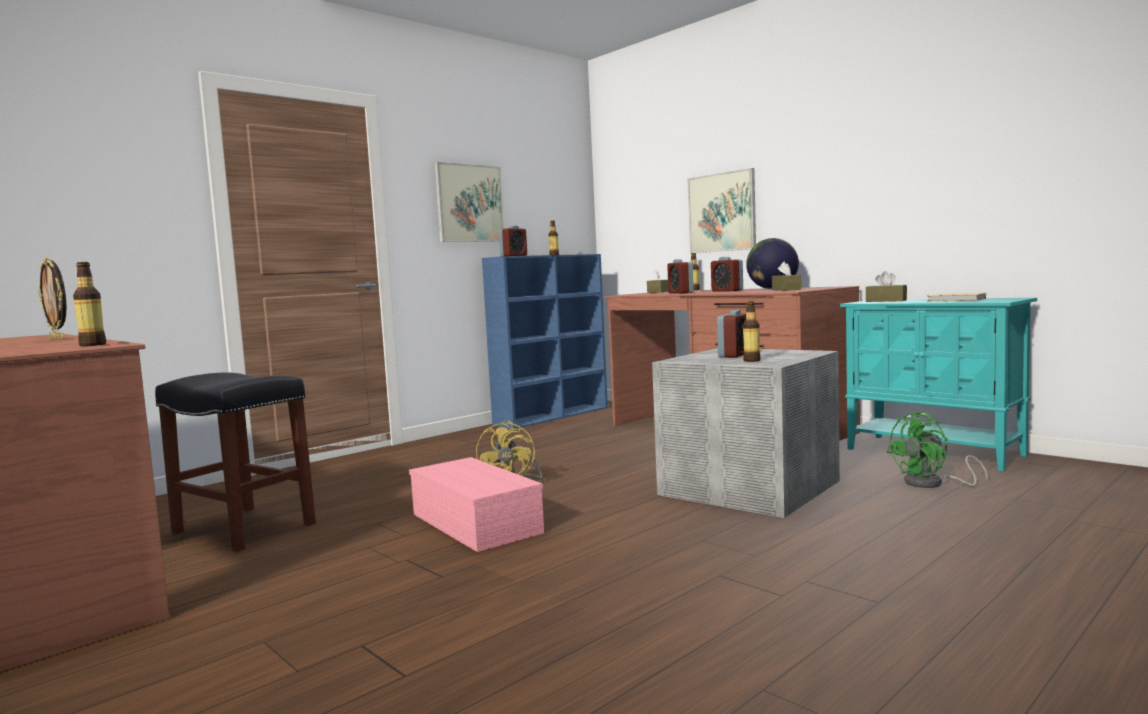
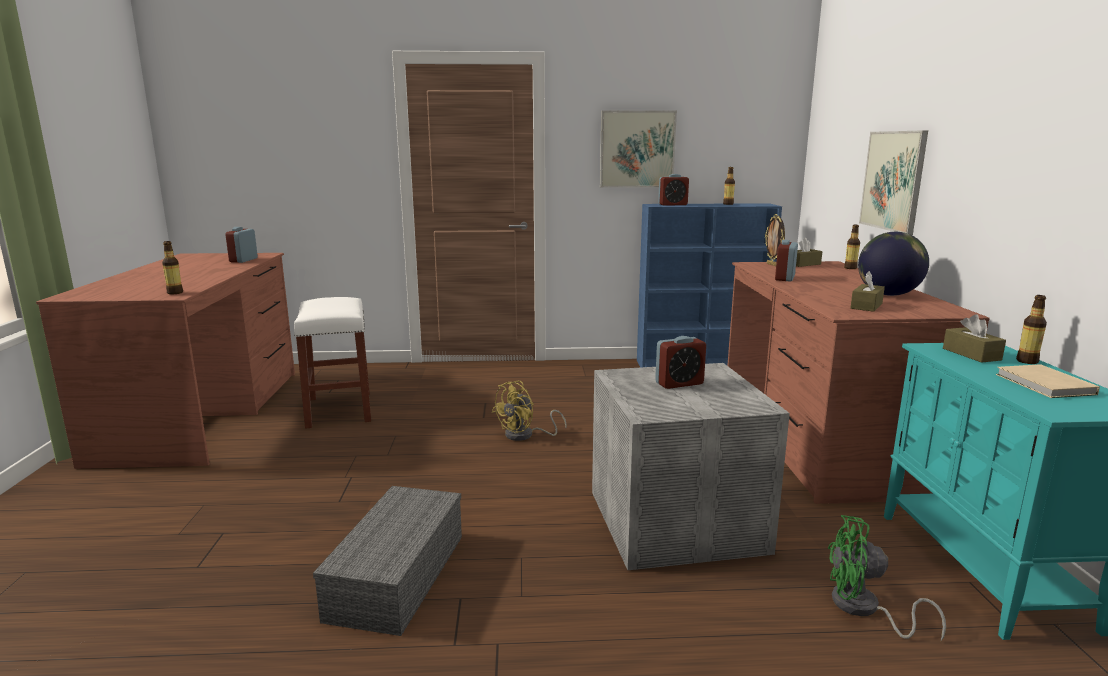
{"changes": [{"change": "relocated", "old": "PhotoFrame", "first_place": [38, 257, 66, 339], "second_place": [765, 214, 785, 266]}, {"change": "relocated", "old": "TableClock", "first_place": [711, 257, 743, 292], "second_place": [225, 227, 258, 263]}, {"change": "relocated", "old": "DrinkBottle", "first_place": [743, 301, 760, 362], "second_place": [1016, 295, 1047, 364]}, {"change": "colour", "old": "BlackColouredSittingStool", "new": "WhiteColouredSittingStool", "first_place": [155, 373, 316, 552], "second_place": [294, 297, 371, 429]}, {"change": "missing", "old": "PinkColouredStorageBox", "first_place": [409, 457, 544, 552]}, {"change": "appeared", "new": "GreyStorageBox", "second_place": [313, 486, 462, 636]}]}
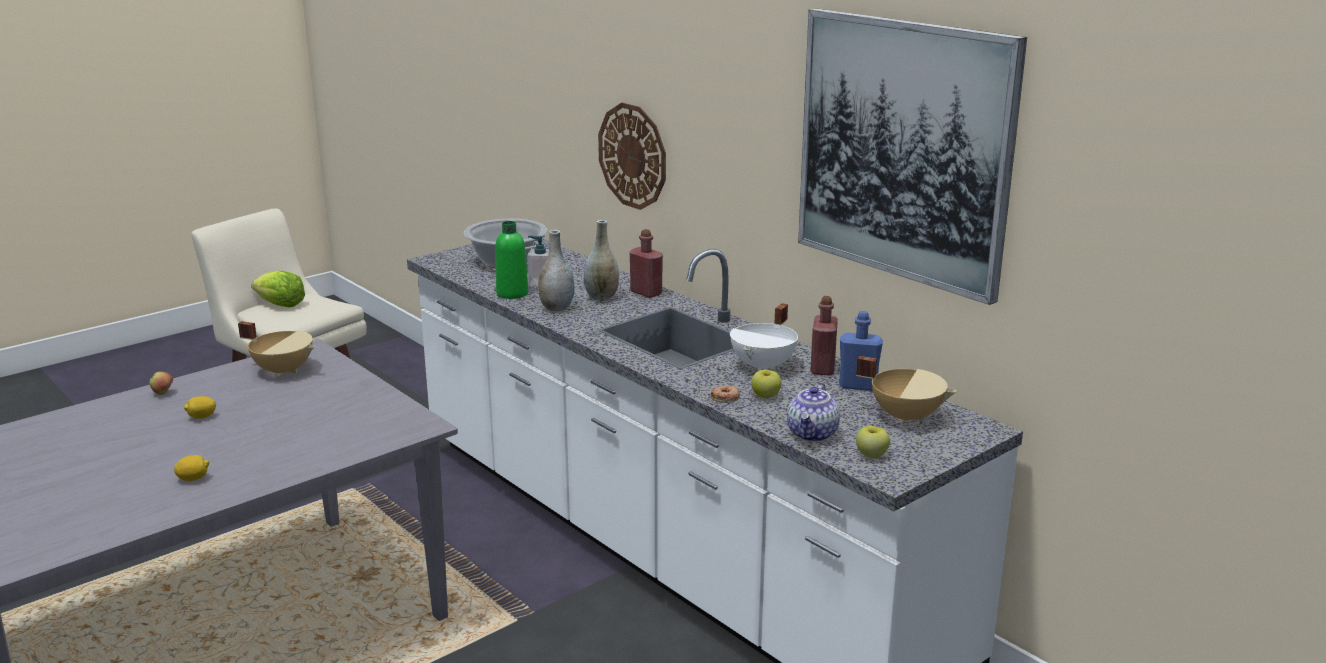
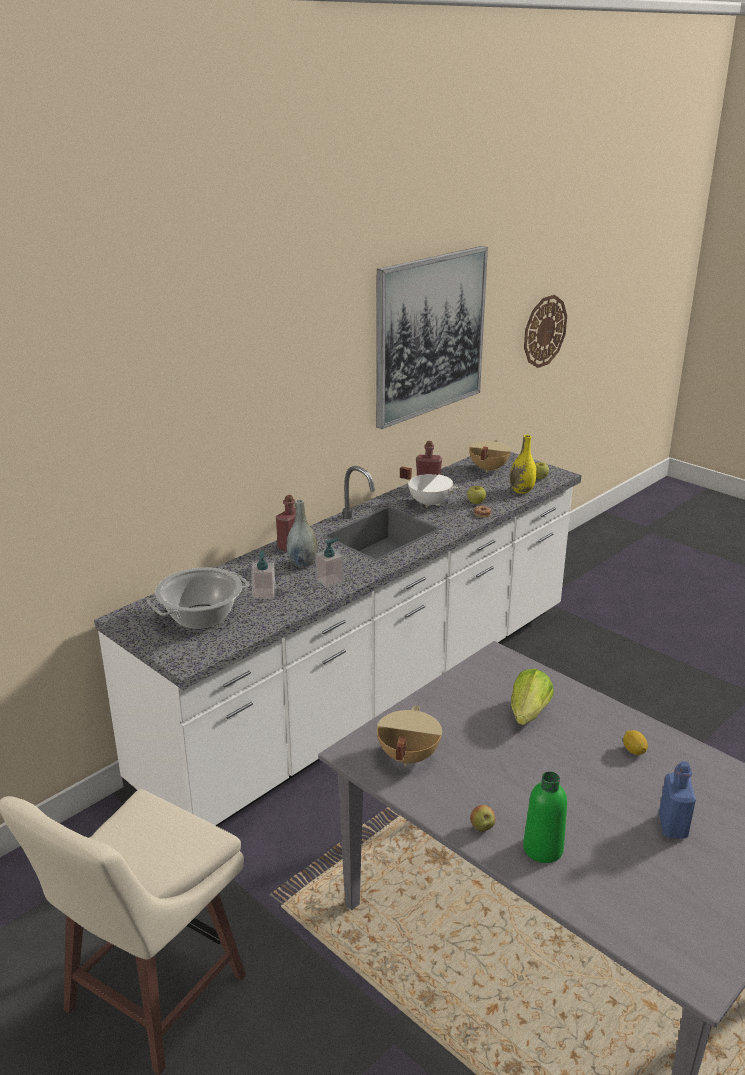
{"changes": [{"change": "relocated", "old": "WallClock", "first_place": [598, 103, 666, 210], "second_place": [524, 295, 567, 368]}, {"change": "relocated", "old": "GreenDrinkBottle", "first_place": [495, 221, 528, 299], "second_place": [523, 771, 567, 863]}, {"change": "exchanged", "old": "GreyVase", "new": "SoapBottle", "first_place": [538, 230, 575, 312], "second_place": [316, 538, 344, 588]}, {"change": "relocated", "old": "HeadOfLettuce", "first_place": [251, 270, 305, 307], "second_place": [511, 669, 554, 725]}, {"change": "relocated", "old": "BluishDrinkBottle", "first_place": [839, 311, 883, 391], "second_place": [659, 761, 696, 839]}, {"change": "exchanged", "old": "TeaPot", "new": "YellowishVase", "first_place": [787, 382, 840, 442], "second_place": [510, 435, 537, 494]}, {"change": "missing", "old": "Lemon", "first_place": [184, 396, 216, 419]}]}
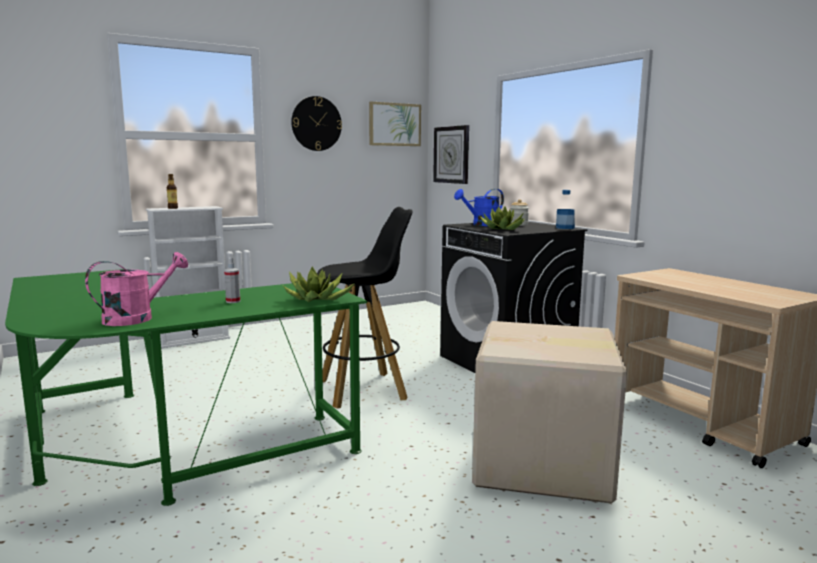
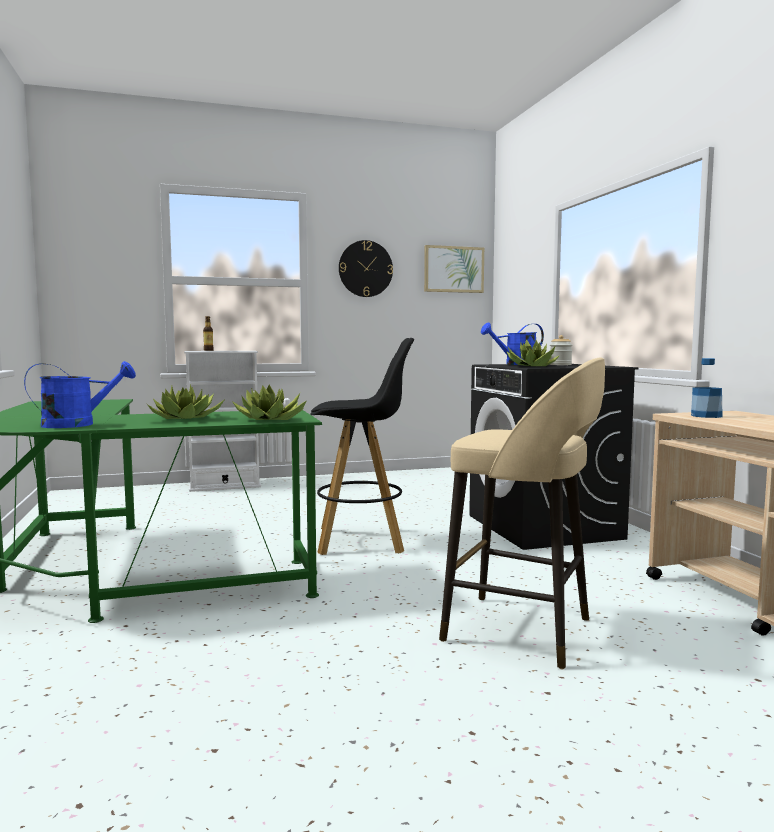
{"changes": [{"change": "missing", "old": "WallClock", "first_place": [433, 125, 469, 184]}, {"change": "relocated", "old": "DrinkBottle", "first_place": [556, 190, 575, 229], "second_place": [691, 358, 723, 418]}, {"change": "colour", "old": "PinkColouredSprinklingCan", "new": "BluishSprinklingCan", "first_place": [85, 252, 188, 326], "second_place": [24, 361, 136, 428]}, {"change": "exchanged", "old": "Sprayer", "new": "PlantInAPot", "first_place": [224, 258, 240, 303], "second_place": [147, 384, 225, 419]}, {"change": "exchanged", "old": "PackingBox", "new": "BeigeSittingStool", "first_place": [472, 321, 627, 503], "second_place": [439, 358, 605, 669]}]}
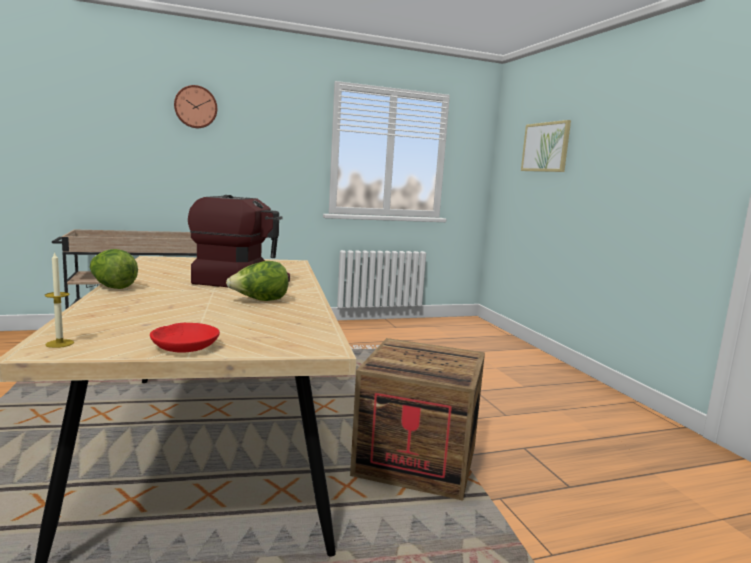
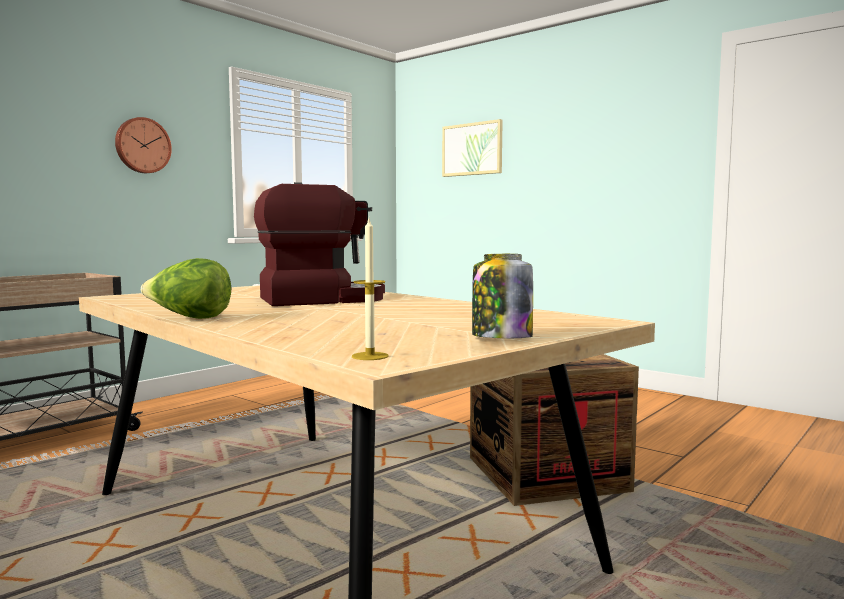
{"changes": [{"change": "relocated", "old": "WallClock", "first_place": [174, 85, 217, 128], "second_place": [115, 117, 172, 173]}, {"change": "missing", "old": "HeadOfLettuce", "first_place": [226, 261, 289, 301]}, {"change": "exchanged", "old": "ReddishBowl", "new": "StorageJar", "first_place": [150, 323, 220, 353], "second_place": [472, 254, 533, 338]}]}
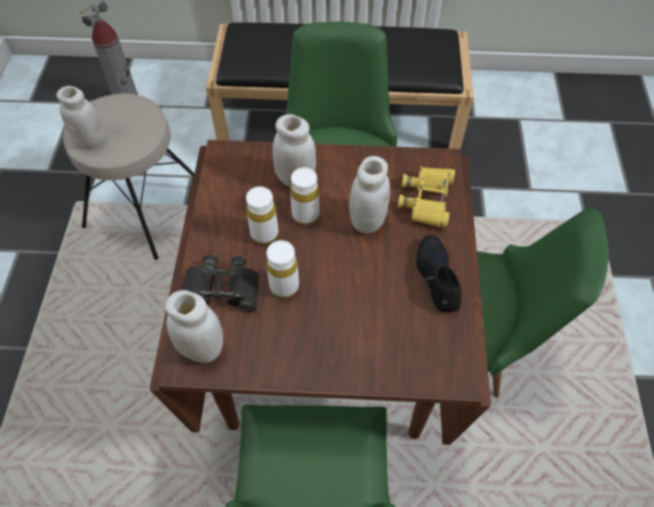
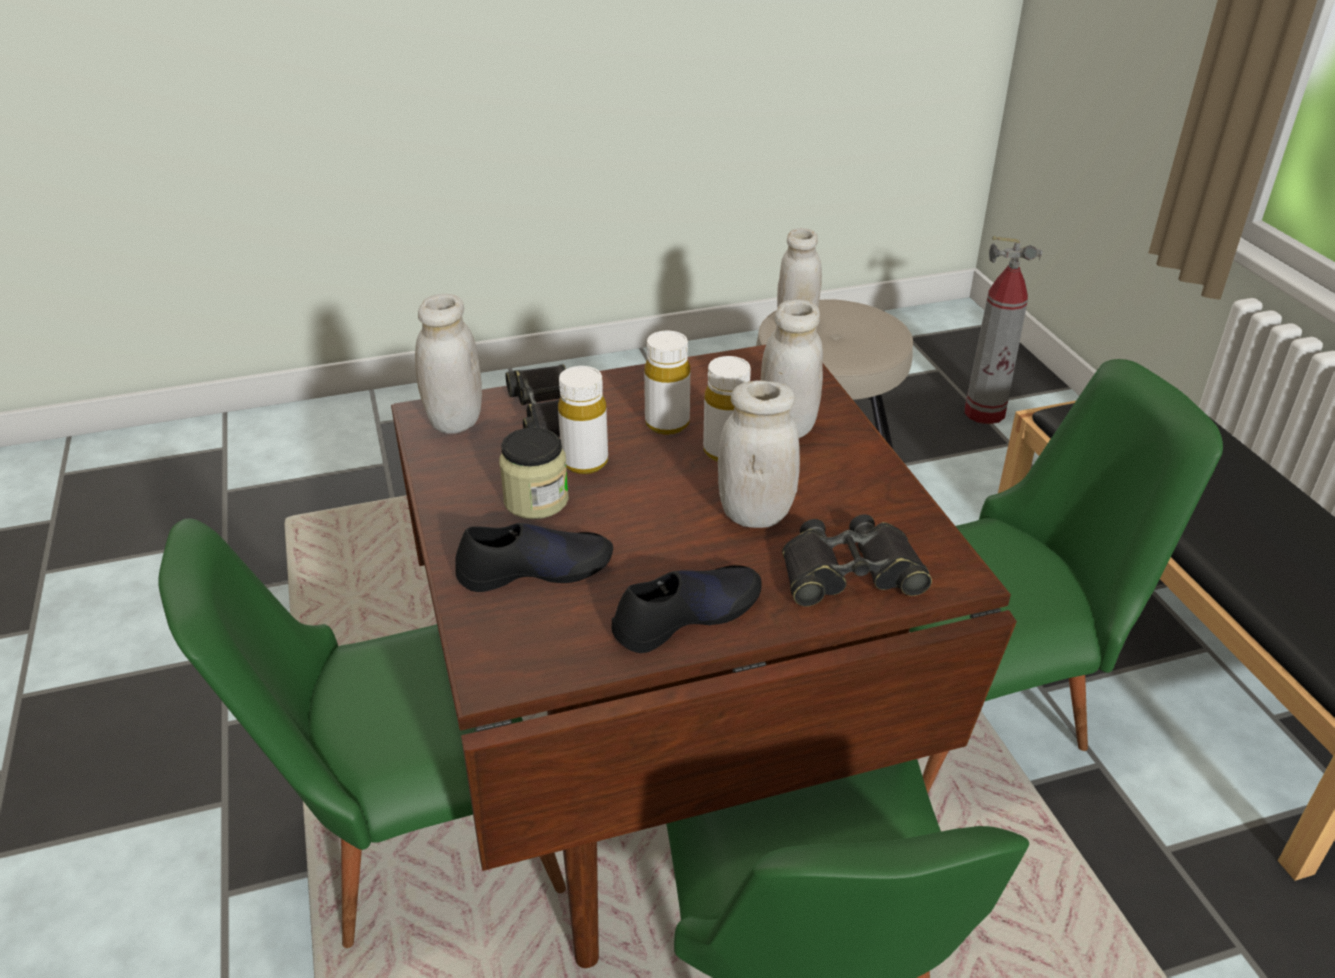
{"changes": [{"change": "colour", "old": "YellowishPairOfBinoculars", "new": "BlackColouredPairOfBinoculars", "first_place": [398, 167, 455, 229], "second_place": [782, 515, 932, 606]}, {"change": "appeared", "new": "StorageJar", "second_place": [499, 428, 569, 519]}, {"change": "appeared", "new": "BlackColouredLowShoe", "second_place": [456, 523, 613, 592]}]}
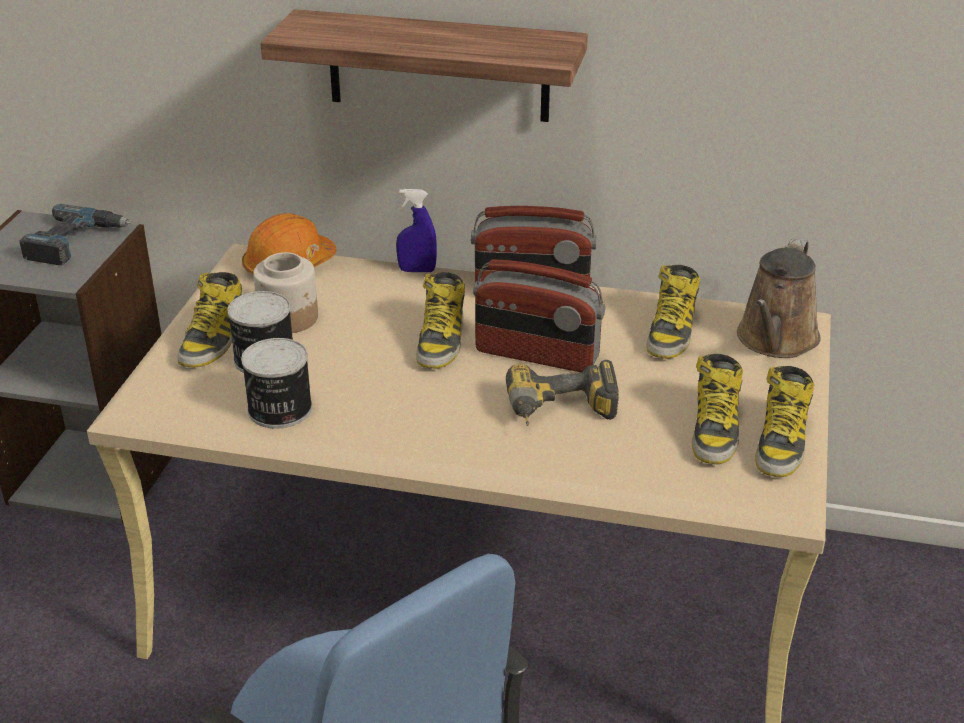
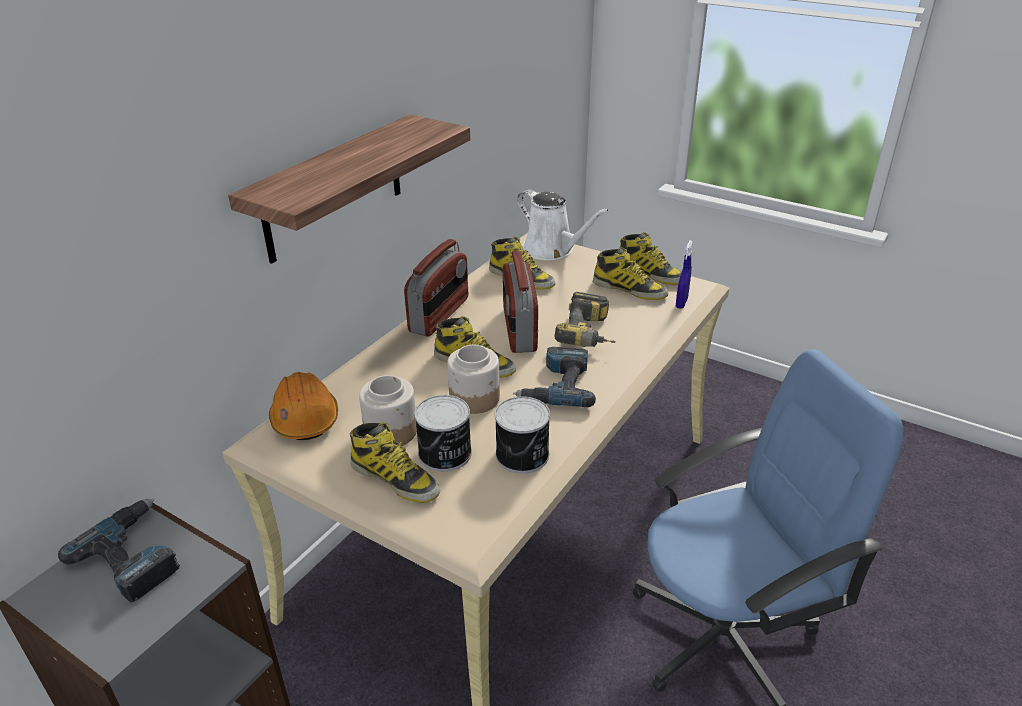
{"changes": [{"change": "relocated", "old": "BluishSprayer", "first_place": [396, 189, 437, 272], "second_place": [676, 240, 693, 309]}, {"change": "colour", "old": "BrownSprinklingCan", "new": "WhiteColouredSprinklingCan", "first_place": [737, 238, 820, 358], "second_place": [517, 189, 609, 260]}, {"change": "spun", "old": "RadioReceiver", "first_place": [473, 259, 605, 372], "second_place": [503, 251, 538, 353], "degrees": 135}, {"change": "appeared", "new": "StorageJar", "second_place": [447, 345, 500, 414]}, {"change": "appeared", "new": "ElectricDrill", "second_place": [513, 347, 596, 407]}]}
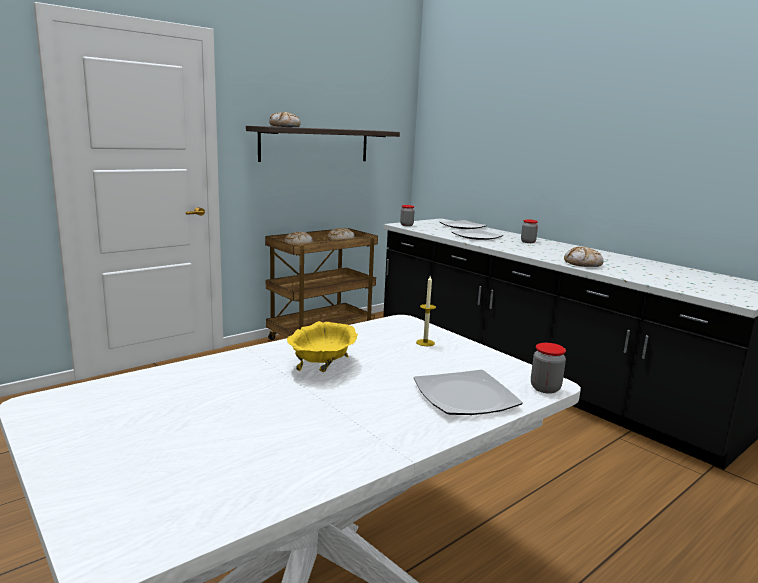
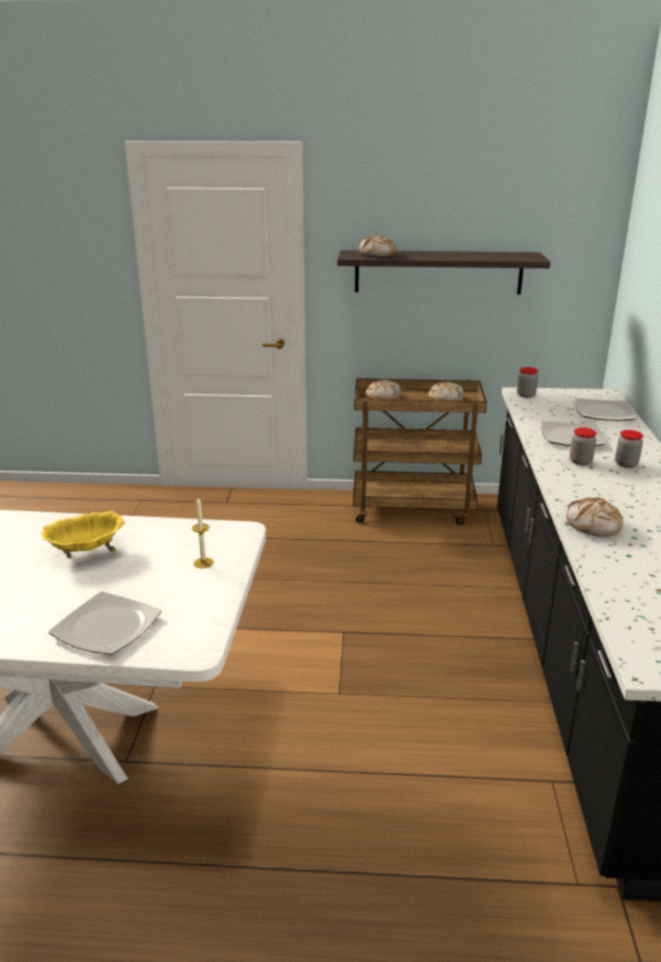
{"changes": [{"change": "relocated", "old": "StorageJar", "first_place": [531, 343, 566, 394], "second_place": [570, 428, 597, 465]}]}
